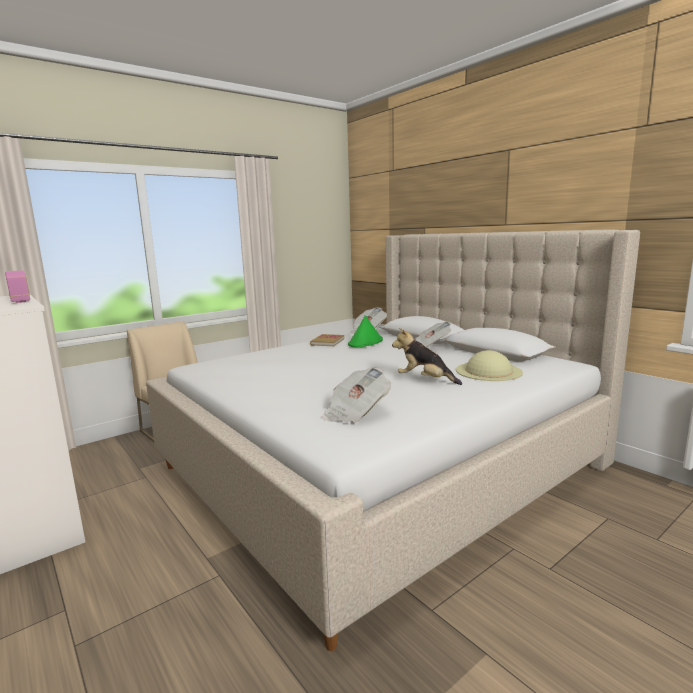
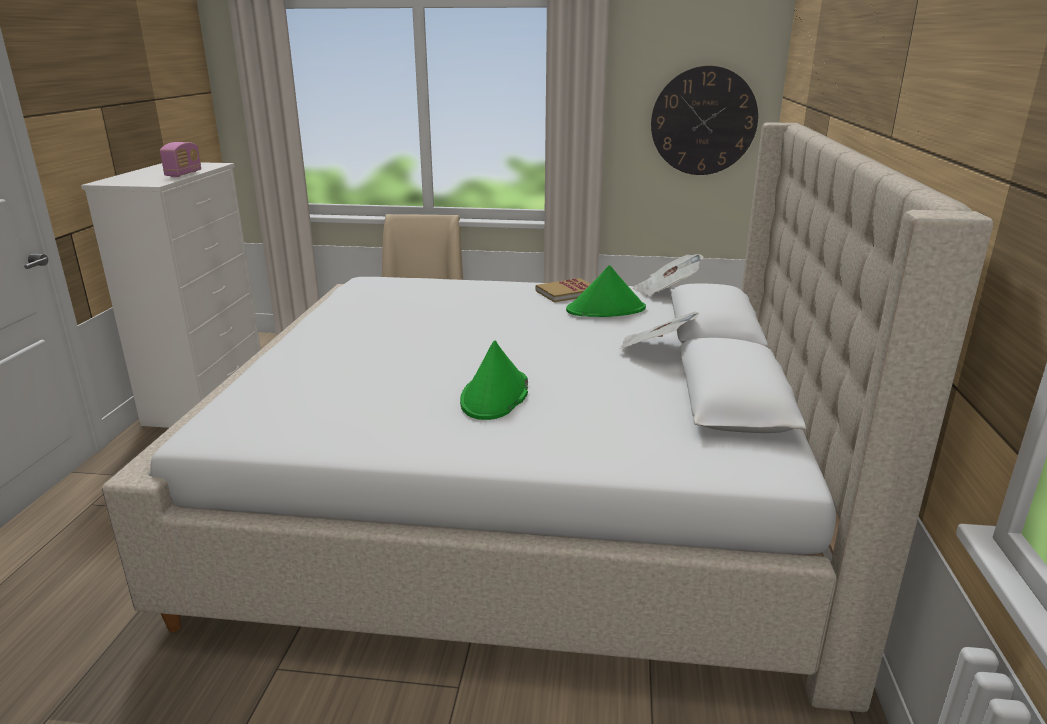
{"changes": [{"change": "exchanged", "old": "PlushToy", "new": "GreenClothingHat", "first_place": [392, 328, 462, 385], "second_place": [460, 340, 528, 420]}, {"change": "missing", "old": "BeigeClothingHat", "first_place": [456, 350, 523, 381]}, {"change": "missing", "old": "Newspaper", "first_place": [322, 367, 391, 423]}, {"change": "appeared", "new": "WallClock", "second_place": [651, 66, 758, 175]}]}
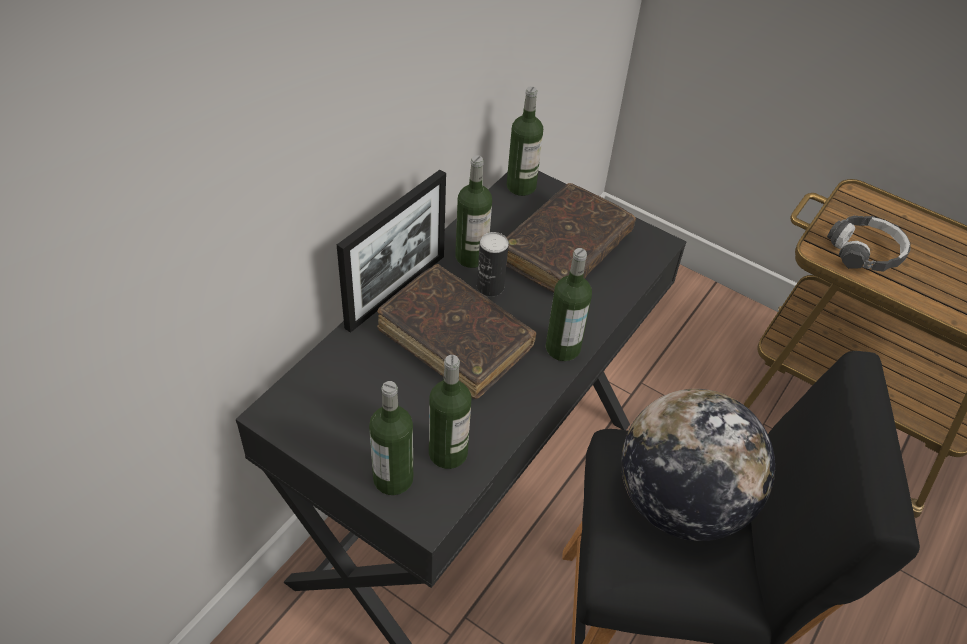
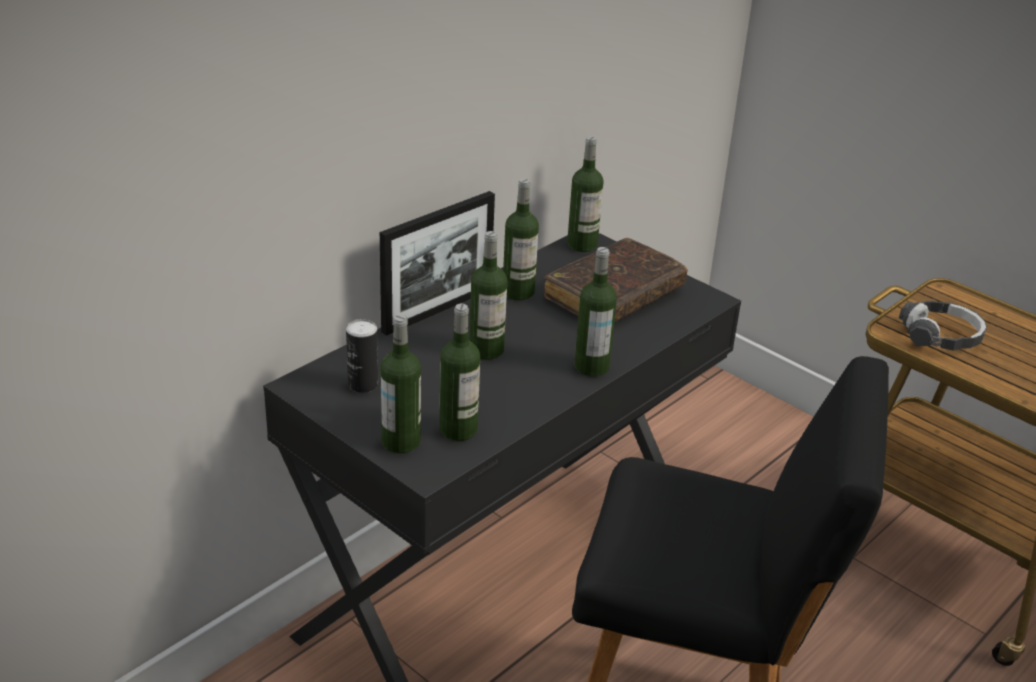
{"changes": [{"change": "relocated", "old": "Can", "first_place": [477, 232, 509, 297], "second_place": [346, 319, 378, 393]}, {"change": "exchanged", "old": "BrownVolume", "new": "DrinkBottle", "first_place": [377, 264, 536, 399], "second_place": [469, 231, 507, 360]}, {"change": "missing", "old": "WorldGlobe", "first_place": [621, 389, 775, 541]}]}
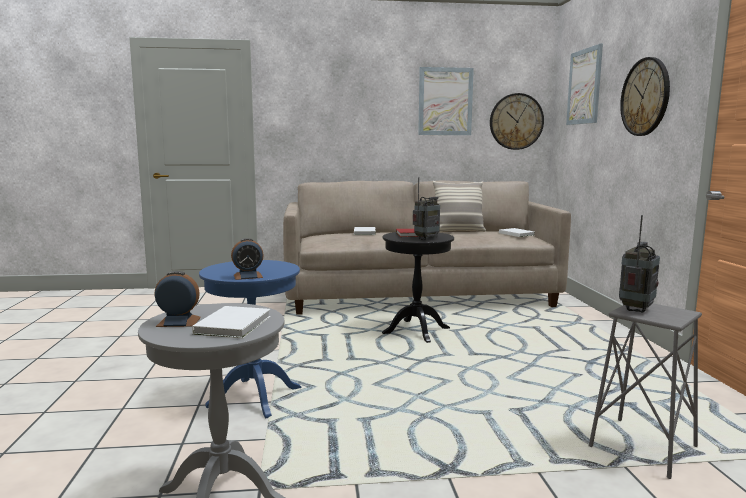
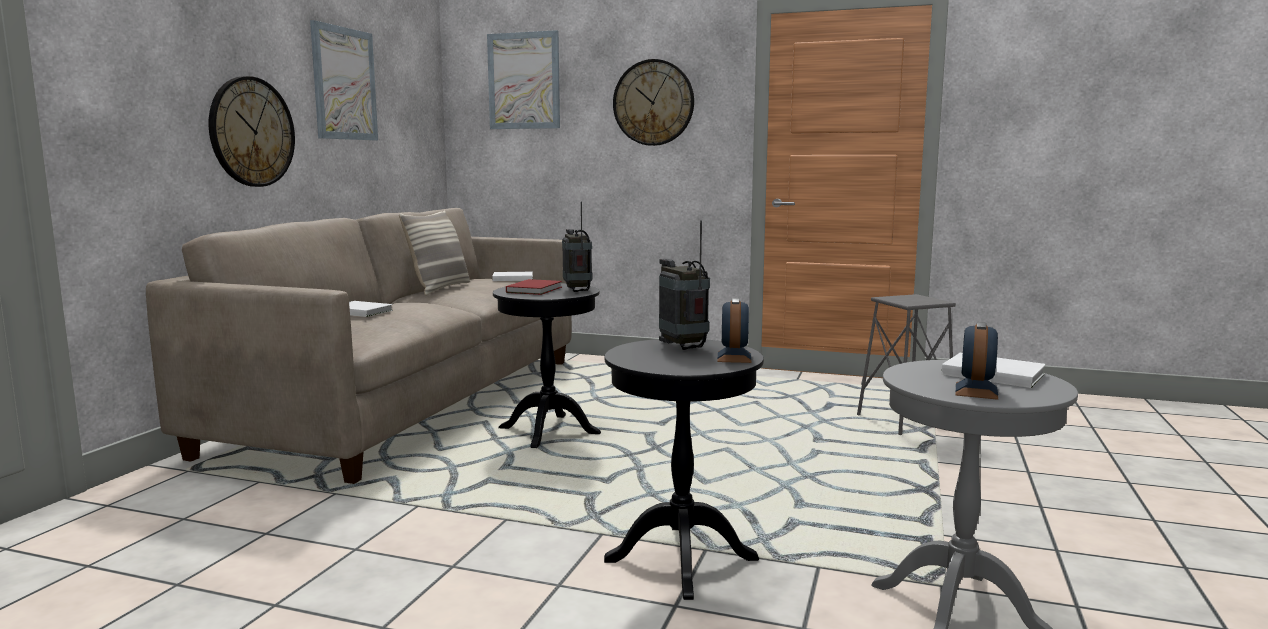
{"changes": [{"change": "relocated", "old": "WallClock", "first_place": [490, 93, 544, 150], "second_place": [209, 76, 295, 187]}, {"change": "relocated", "old": "RadioReceiver", "first_place": [619, 215, 660, 313], "second_place": [659, 220, 710, 350]}, {"change": "colour", "old": "BluishSideTable", "new": "BlackColouredSideTable", "first_place": [199, 260, 302, 418], "second_place": [604, 339, 764, 600]}]}
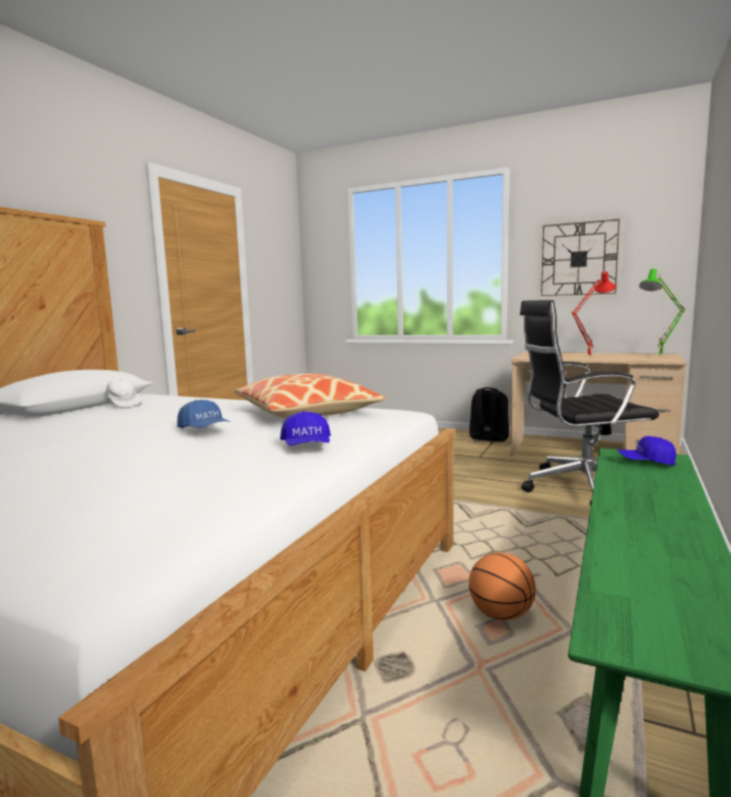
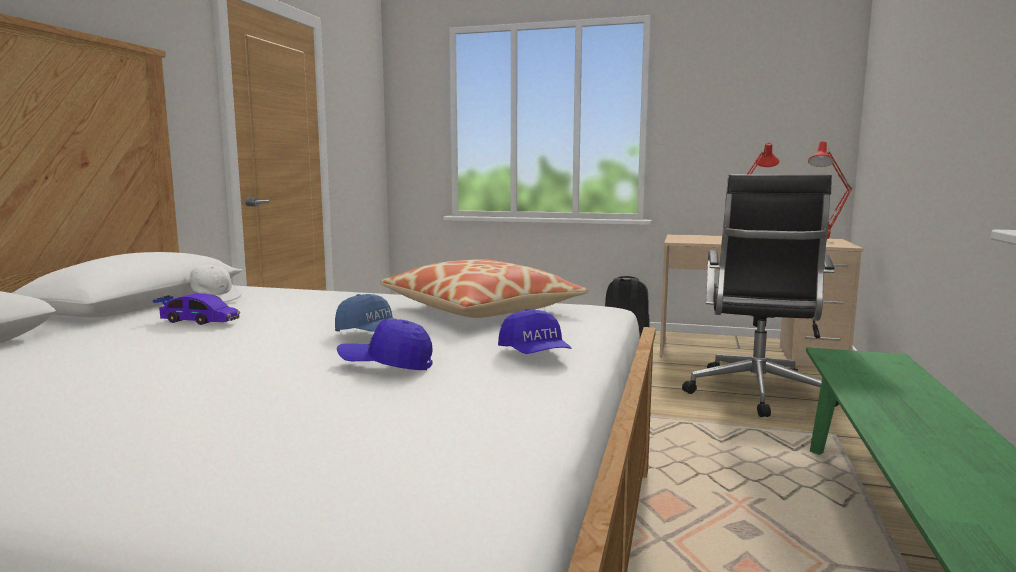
{"changes": [{"change": "missing", "old": "WallClock", "first_place": [538, 216, 623, 299]}, {"change": "colour", "old": "GreenTabletopLamp", "new": "ReddishTabletopLamp", "first_place": [639, 269, 686, 357], "second_place": [808, 142, 852, 242]}, {"change": "spun", "old": "BlackColouredDeskChair", "first_place": [520, 300, 659, 507], "second_place": [682, 174, 839, 417], "degrees": -60}, {"change": "relocated", "old": "BluishBaseballCap", "first_place": [617, 436, 676, 466], "second_place": [337, 319, 433, 370]}, {"change": "missing", "old": "Basketball", "first_place": [469, 552, 536, 620]}, {"change": "appeared", "new": "MiniatureCar", "second_place": [153, 293, 240, 325]}]}
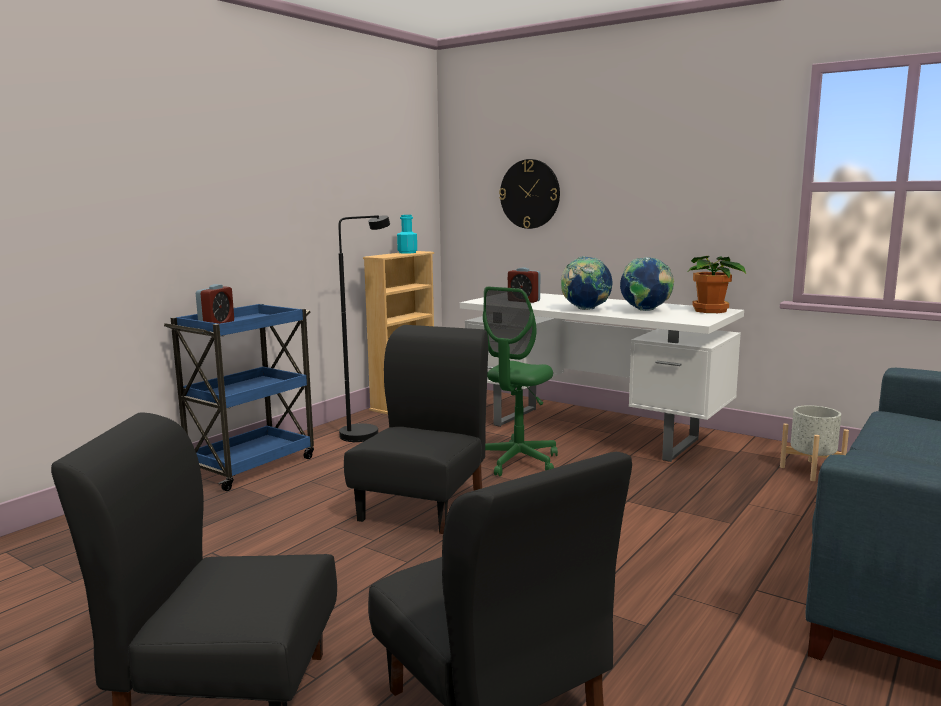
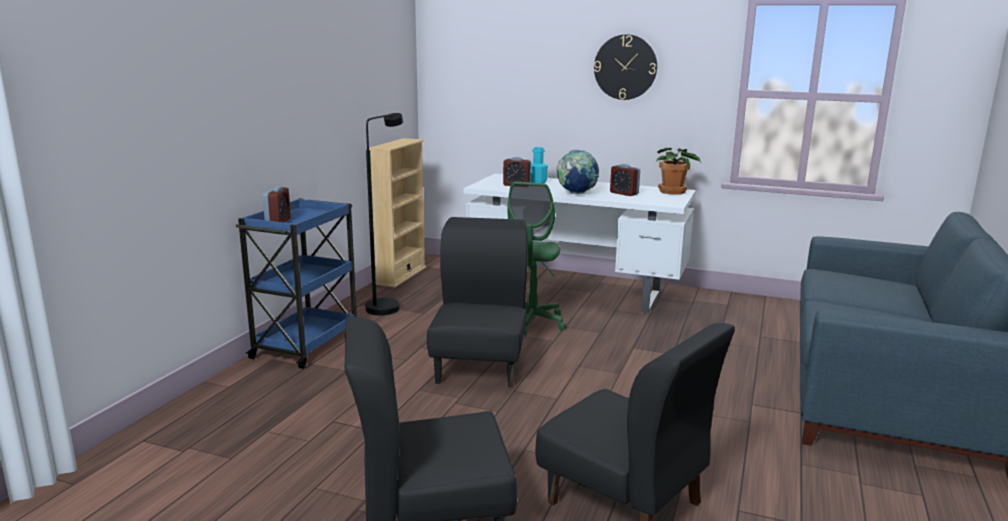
{"changes": [{"change": "relocated", "old": "WallClock", "first_place": [499, 159, 560, 229], "second_place": [594, 34, 657, 100]}, {"change": "relocated", "old": "TurquoiseColouredDrinkBottle", "first_place": [397, 215, 417, 254], "second_place": [531, 147, 548, 183]}, {"change": "exchanged", "old": "WorldGlobe", "new": "TableClock", "first_place": [620, 257, 674, 311], "second_place": [610, 164, 640, 196]}, {"change": "missing", "old": "GreyFlowerPot", "first_place": [780, 405, 849, 481]}]}
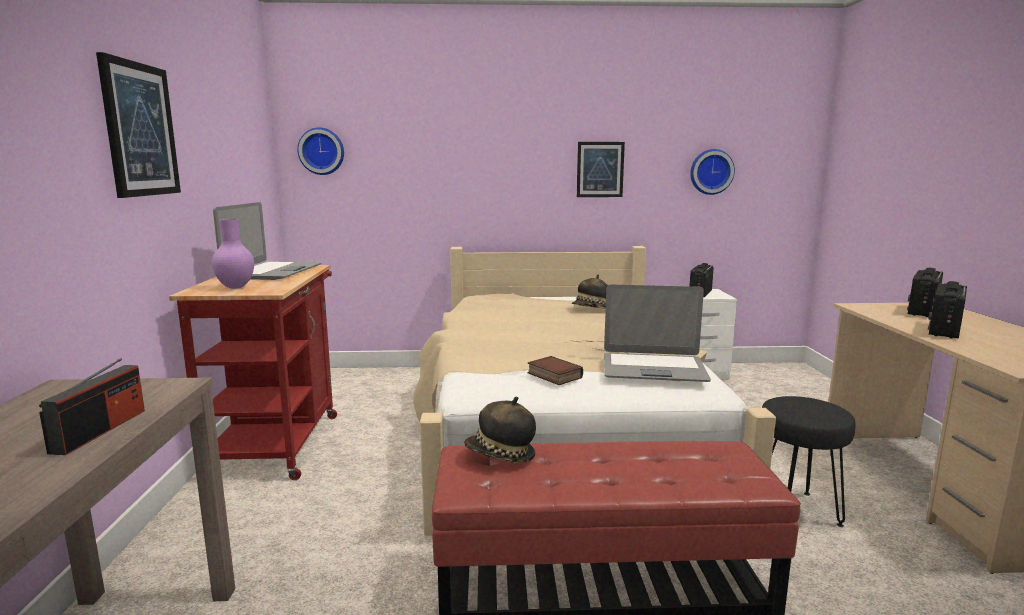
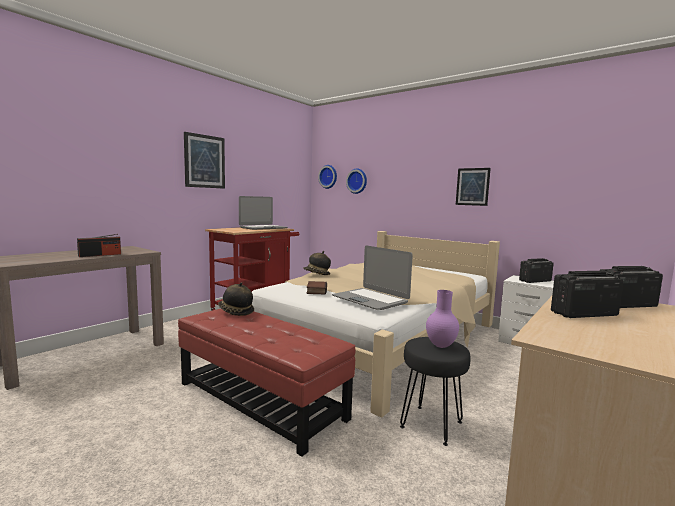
{"changes": [{"change": "relocated", "old": "WallClock", "first_place": [690, 149, 735, 195], "second_place": [346, 168, 367, 194]}, {"change": "relocated", "old": "PurplishVase", "first_place": [212, 219, 254, 289], "second_place": [426, 290, 459, 348]}, {"change": "relocated", "old": "ClothingHat", "first_place": [572, 274, 608, 309], "second_place": [303, 251, 331, 275]}]}
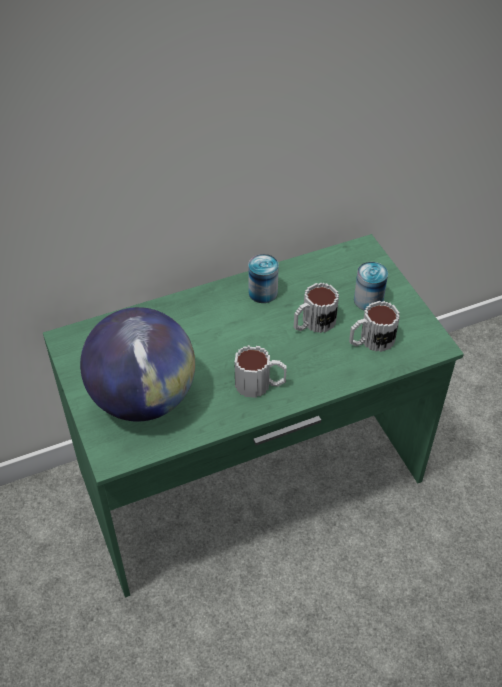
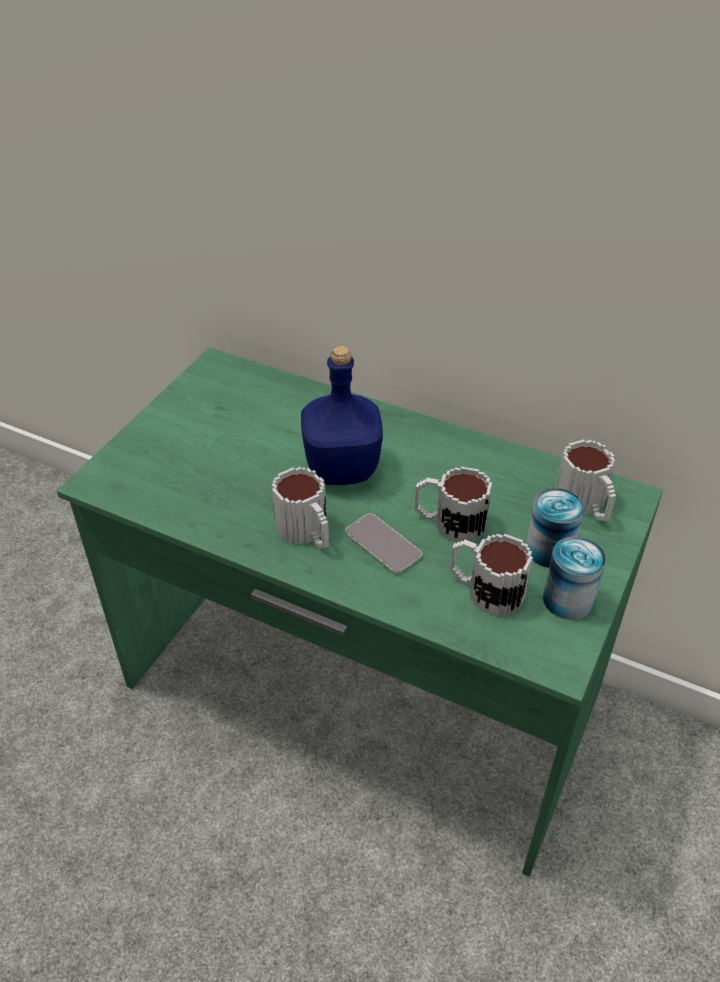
{"changes": [{"change": "relocated", "old": "Can", "first_place": [248, 254, 279, 303], "second_place": [543, 537, 606, 620]}, {"change": "missing", "old": "WorldGlobe", "first_place": [80, 307, 195, 422]}, {"change": "appeared", "new": "BluishDrinkBottle", "second_place": [301, 346, 383, 485]}, {"change": "appeared", "new": "Mug", "second_place": [556, 439, 616, 521]}, {"change": "appeared", "new": "Phone", "second_place": [345, 513, 422, 574]}]}
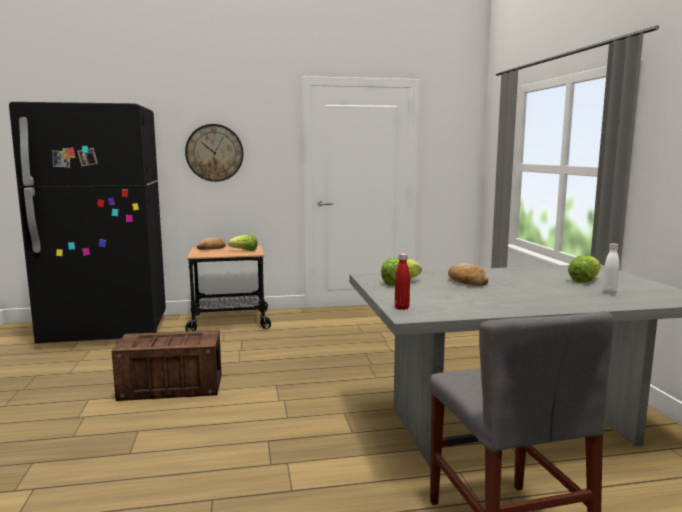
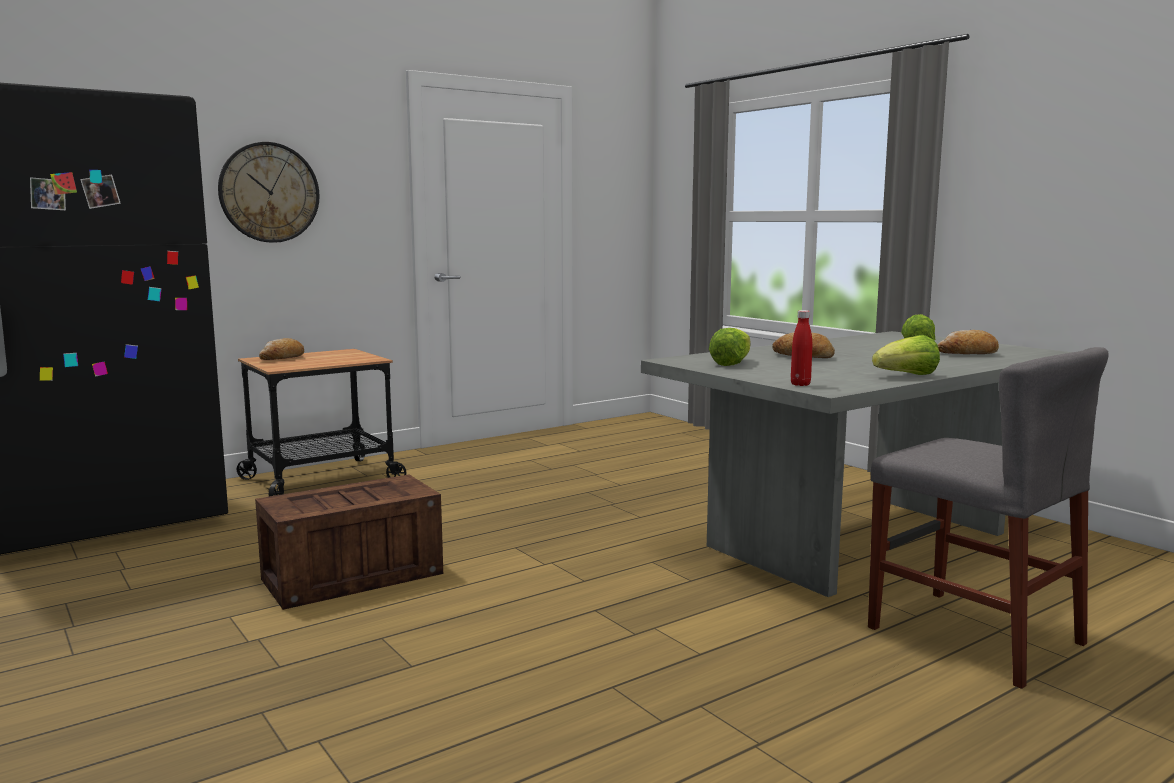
{"changes": [{"change": "relocated", "old": "HeadOfLettuce", "first_place": [228, 234, 257, 251], "second_place": [872, 335, 940, 375]}, {"change": "exchanged", "old": "WhiteColouredDrinkBottle", "new": "BakeryBread", "first_place": [602, 243, 619, 295], "second_place": [938, 330, 999, 354]}]}
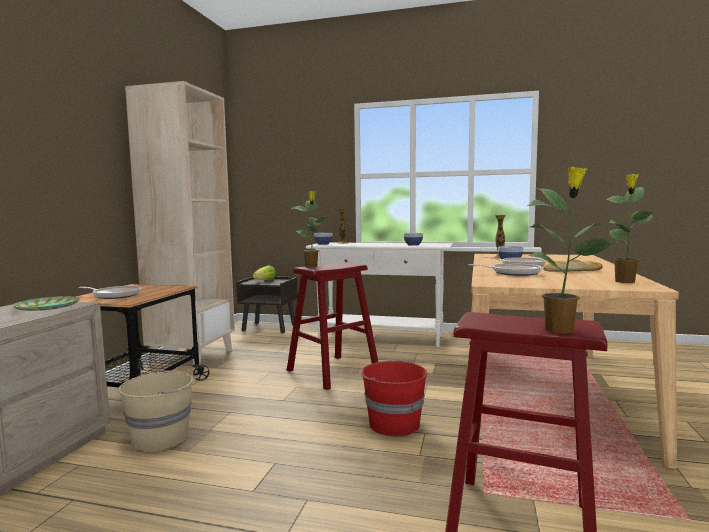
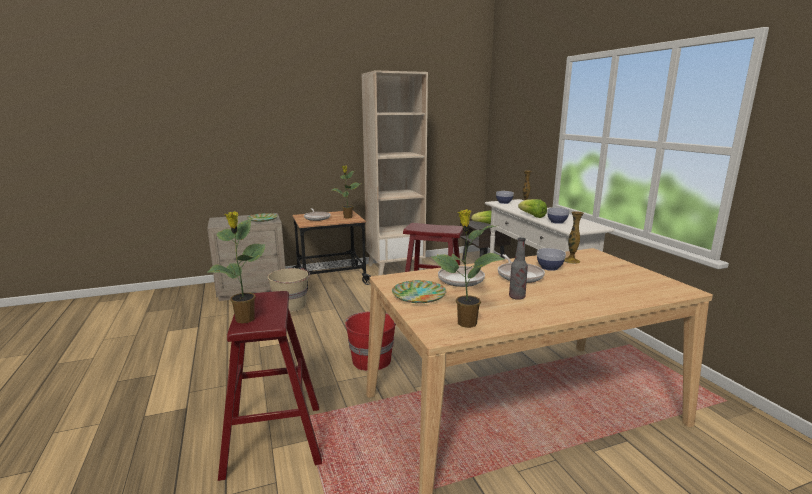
{"changes": [{"change": "relocated", "old": "PlantInAPot", "first_place": [291, 191, 330, 267], "second_place": [332, 165, 360, 218]}, {"change": "exchanged", "old": "BakeryBread", "new": "DrinkBottle", "first_place": [543, 260, 602, 272], "second_place": [509, 238, 528, 300]}, {"change": "appeared", "new": "HeadOfLettuce", "second_place": [518, 199, 547, 218]}, {"change": "appeared", "new": "FlatDish", "second_place": [392, 280, 446, 303]}]}
